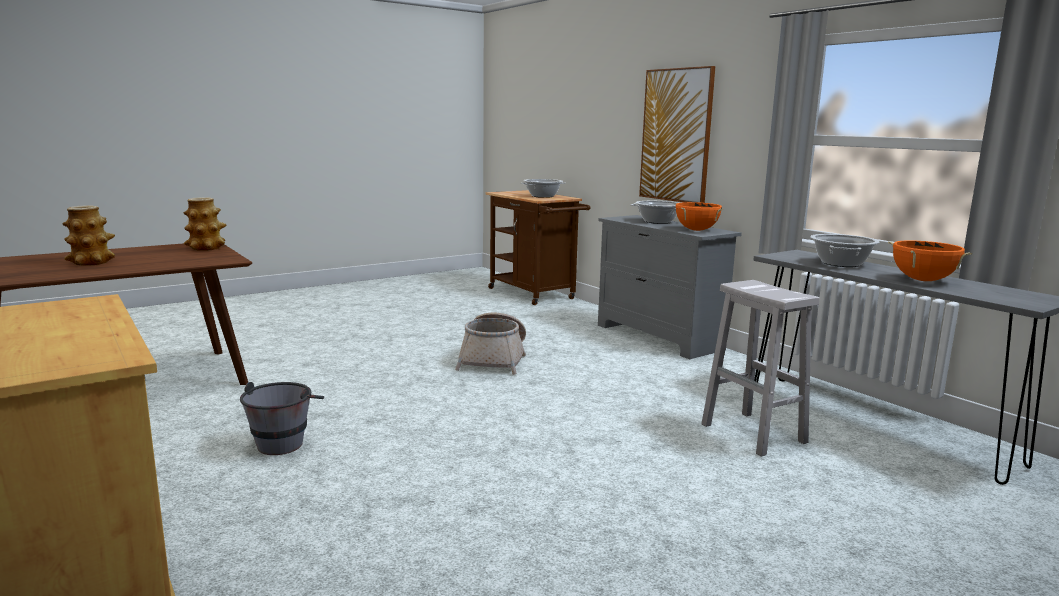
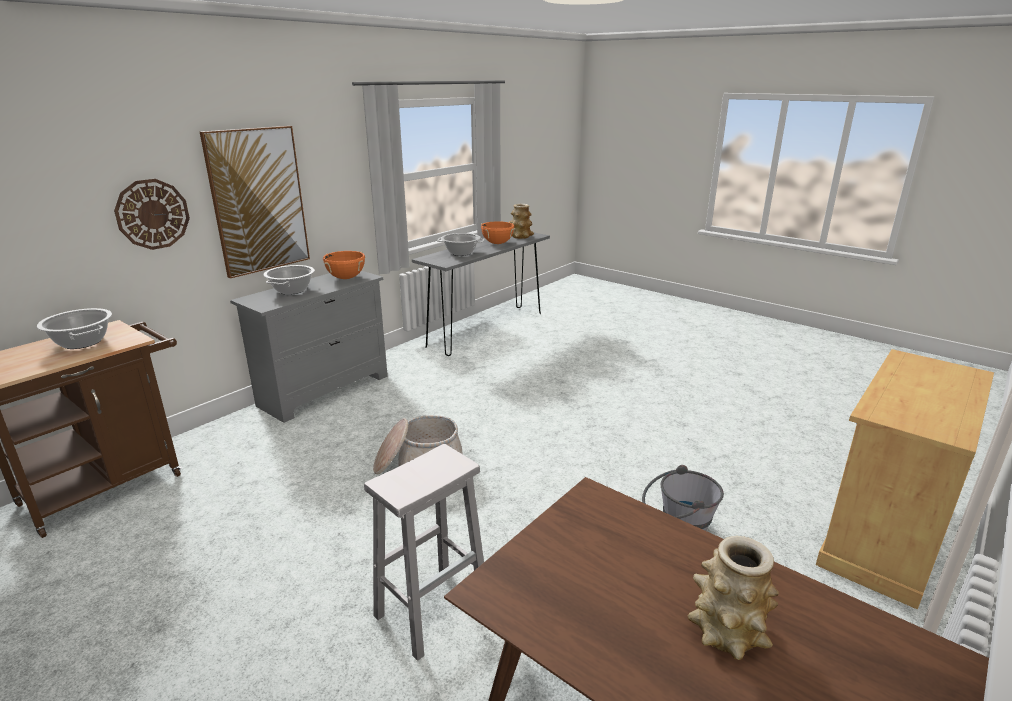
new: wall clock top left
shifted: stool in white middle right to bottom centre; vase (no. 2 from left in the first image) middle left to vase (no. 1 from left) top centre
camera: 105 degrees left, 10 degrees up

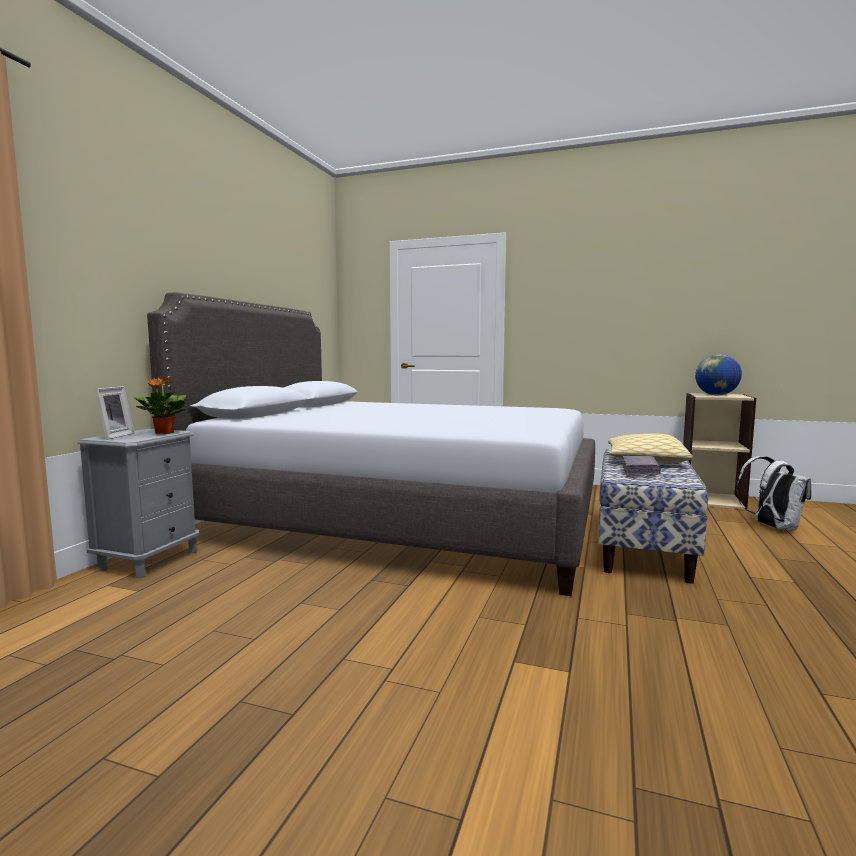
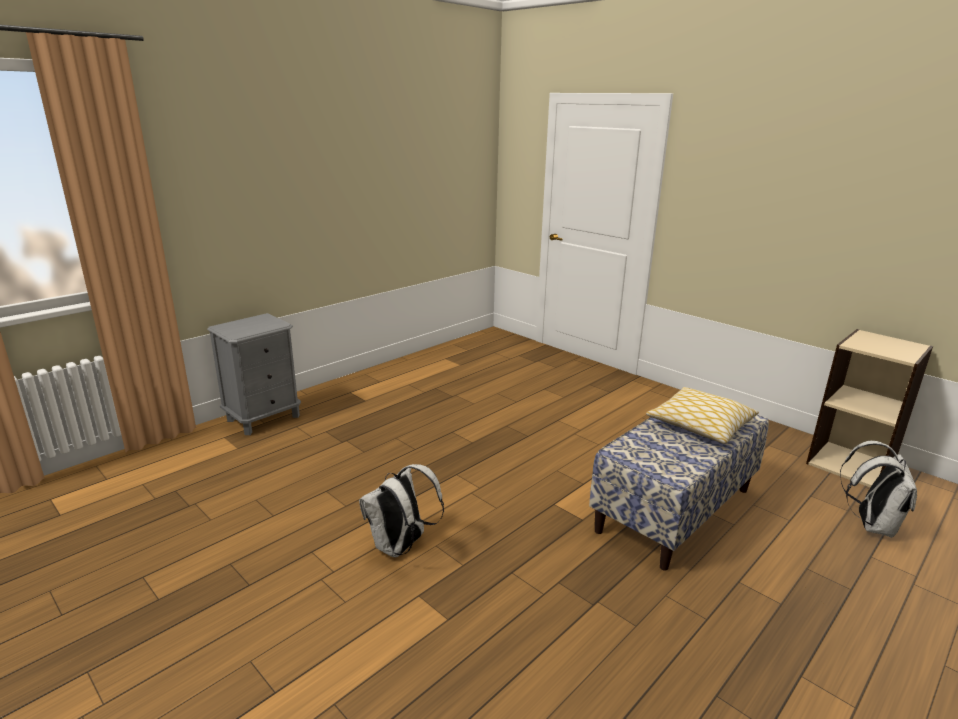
gone: picture frame middle left; potted plant middle left; bed in grey centre; book in grey middle right; globe middle right
new: backpack in white (no. 1 from left) bottom centre
camera: 25 degrees right, 15 degrees up

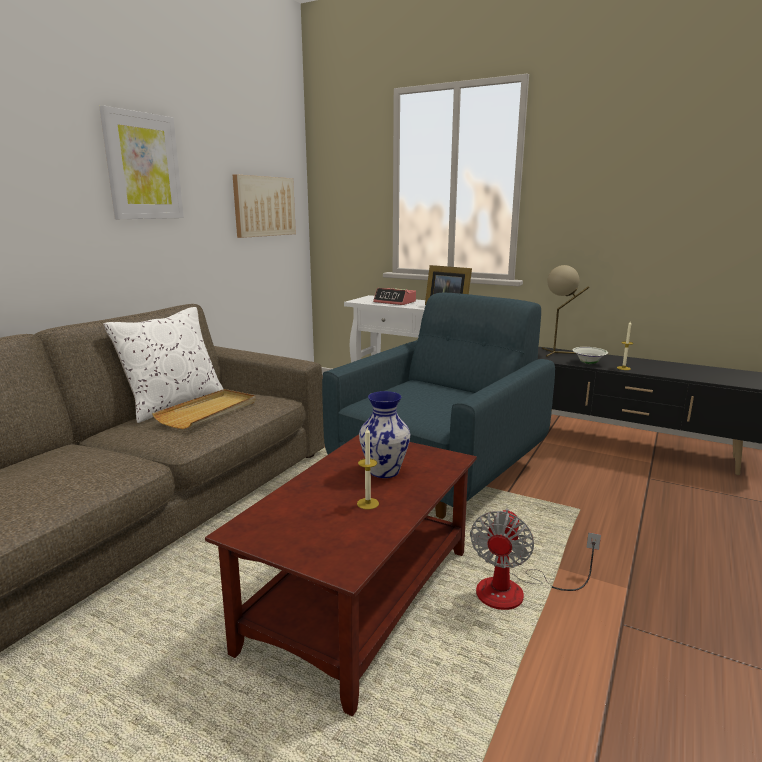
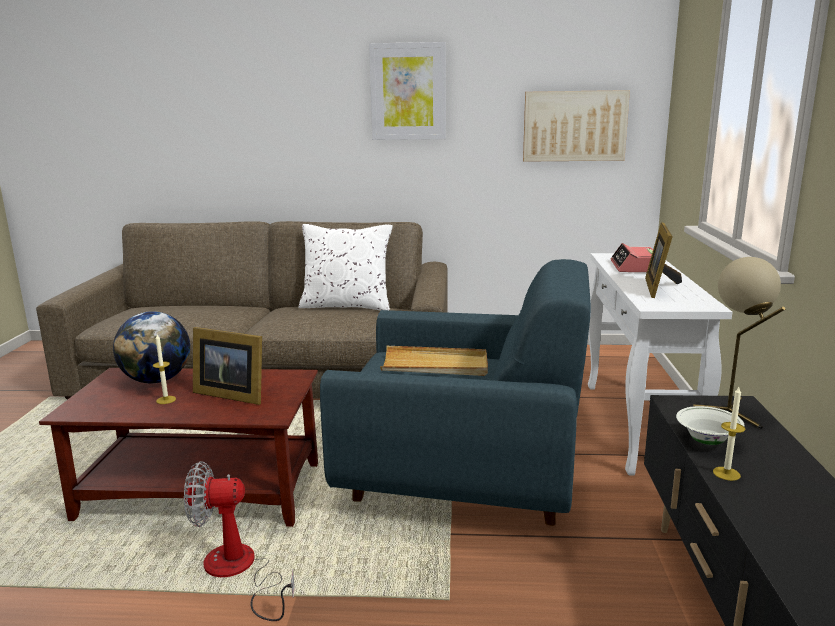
new: globe middle left
shifted: tray in beige middle left to centre
swapped: vase centre to picture frame (no. 1 from left) middle left
camera: 65 degrees right, 0 degrees up

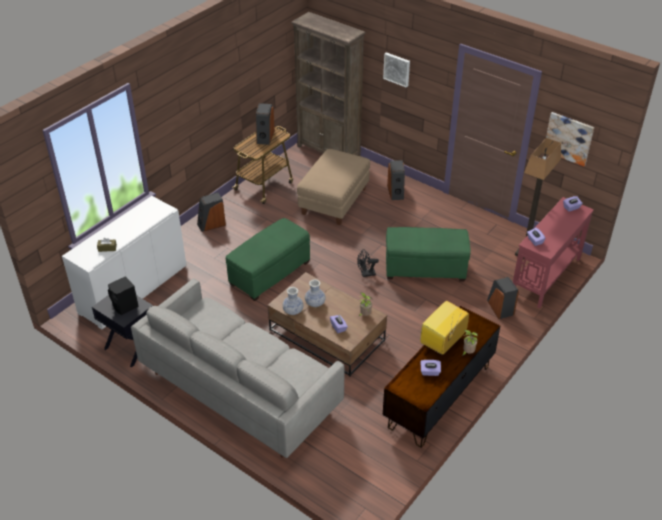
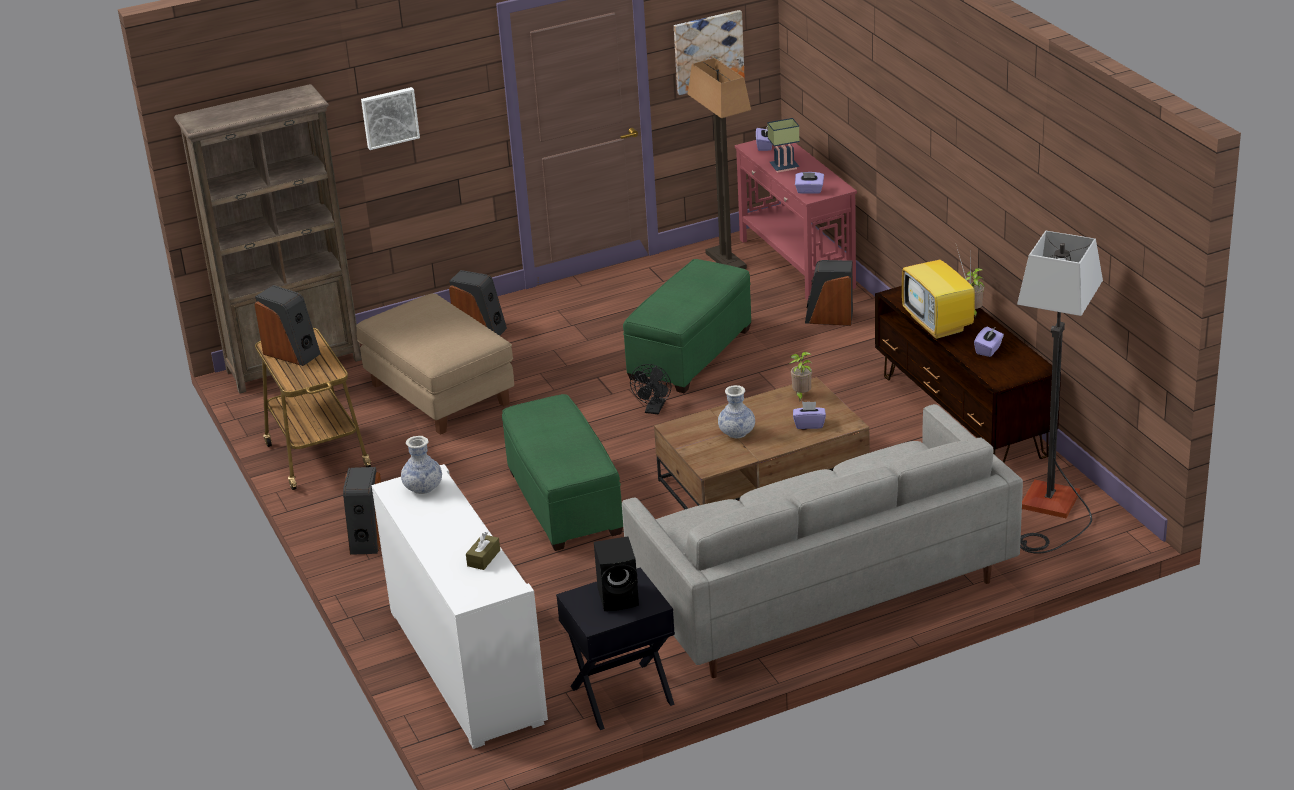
new: table lamp top centre; floor lamp (no. 2 from left) middle right
shifted: vase (no. 1 from left) centre to middle left
camera: 60 degrees left, 10 degrees down

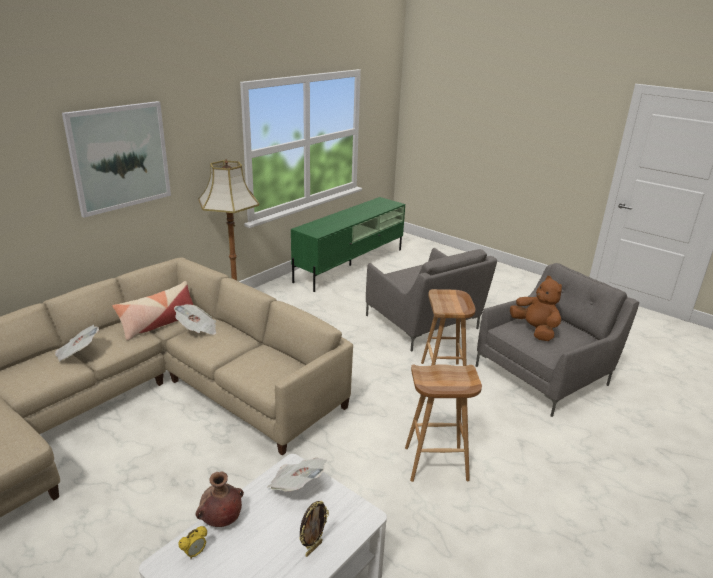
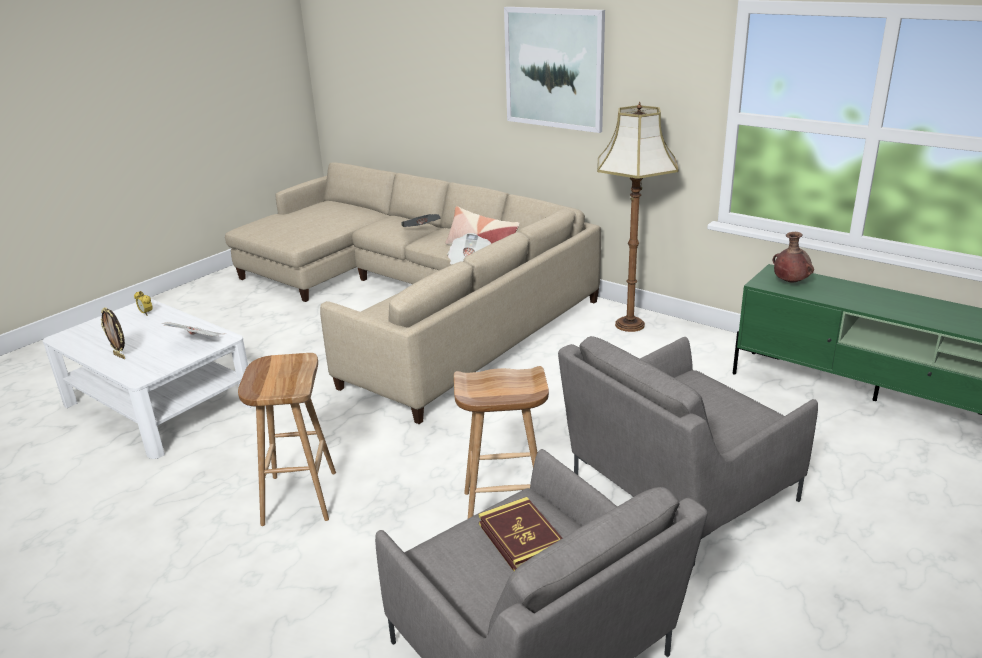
shifted: vase in brown bottom left to middle right
swapped: plush toy in brown middle right to book bottom centre
camera: 90 degrees right, 0 degrees up

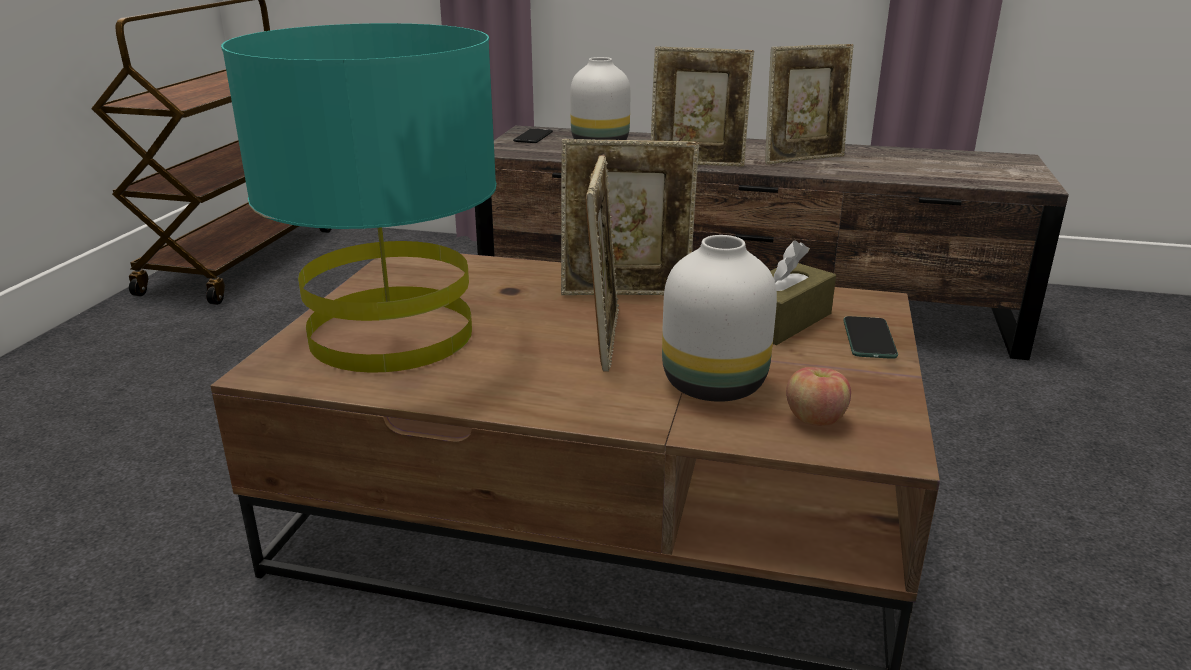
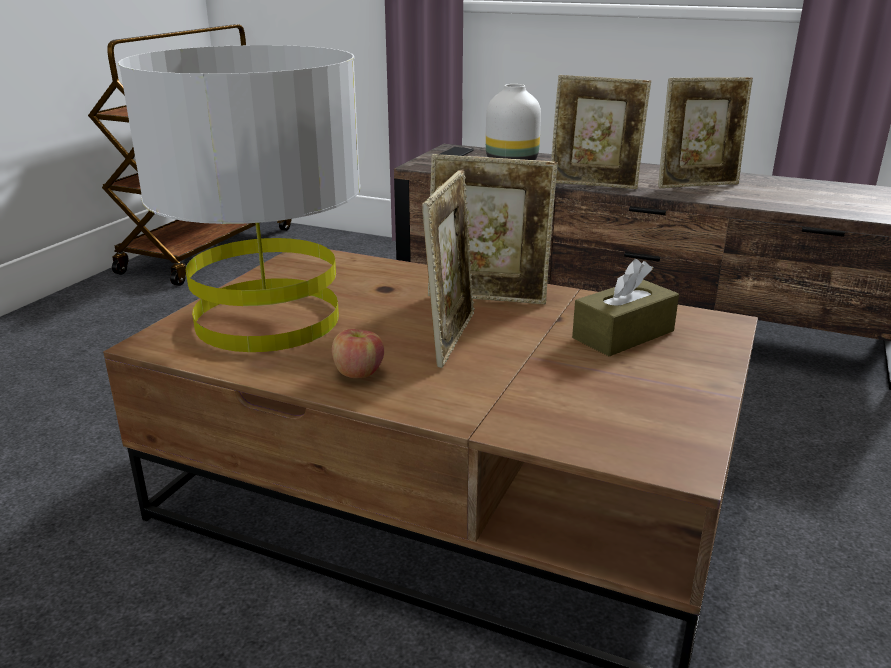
gone: vase in white (no. 2 from left) centre; phone (no. 2 from left) middle right
shifted: apple middle right to centre
repainted: table lamp in turquoise top left to table lamp in grey top left
camera: 10 degrees right, 0 degrees up

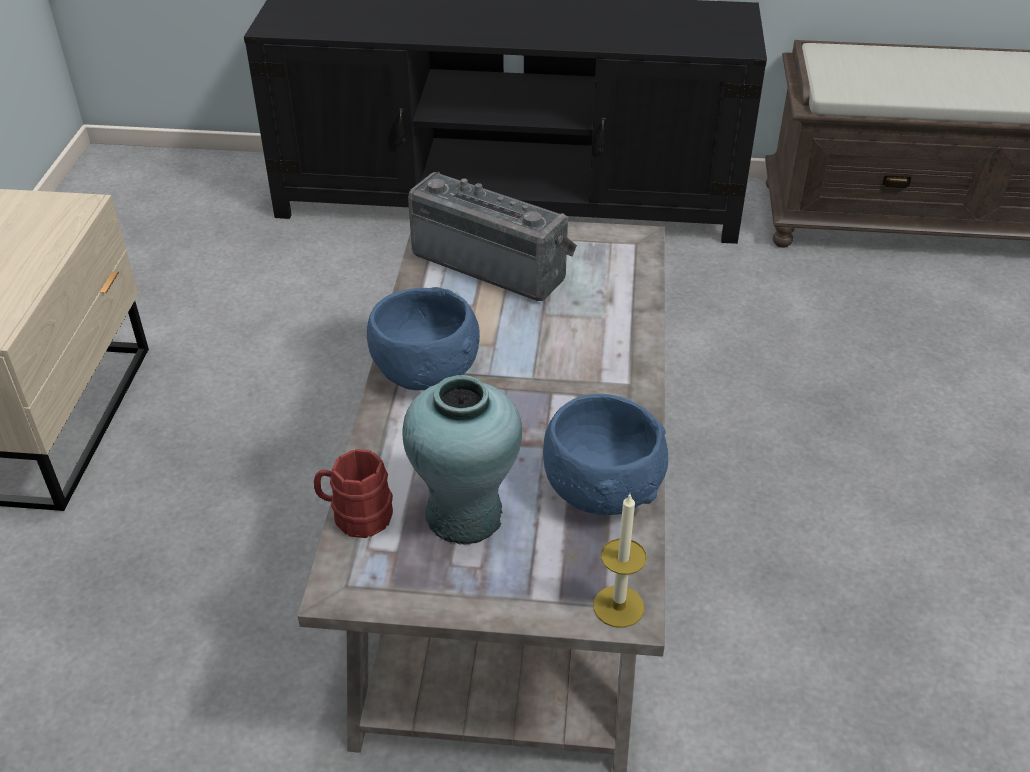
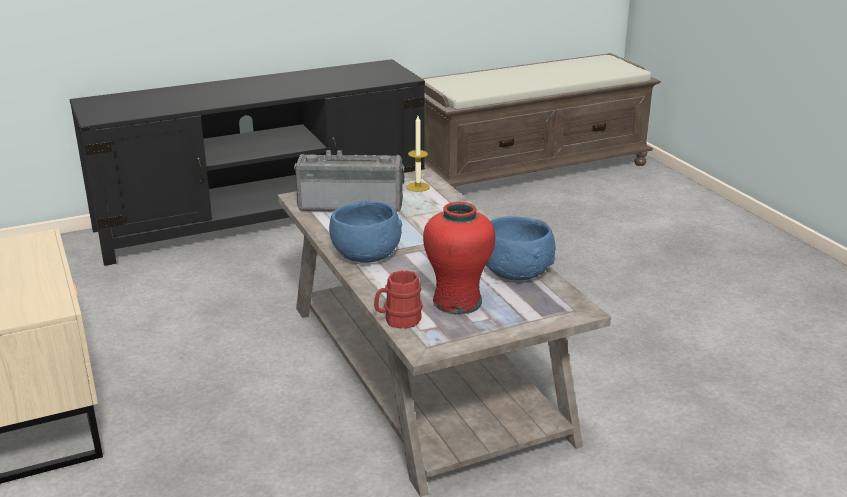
shifted: candle bottom centre to top centre
repainted: vase in turquoise centre to vase in red centre
camera: 30 degrees left, 15 degrees down

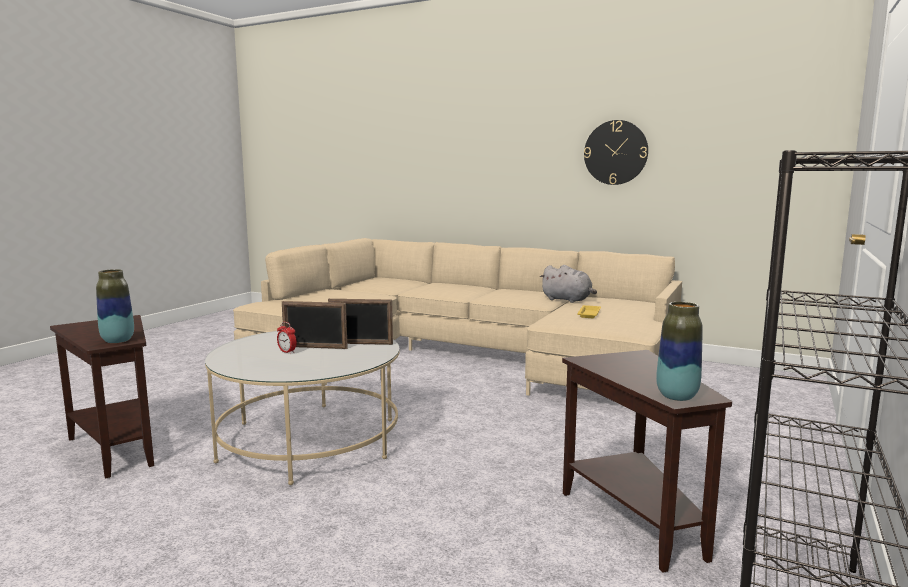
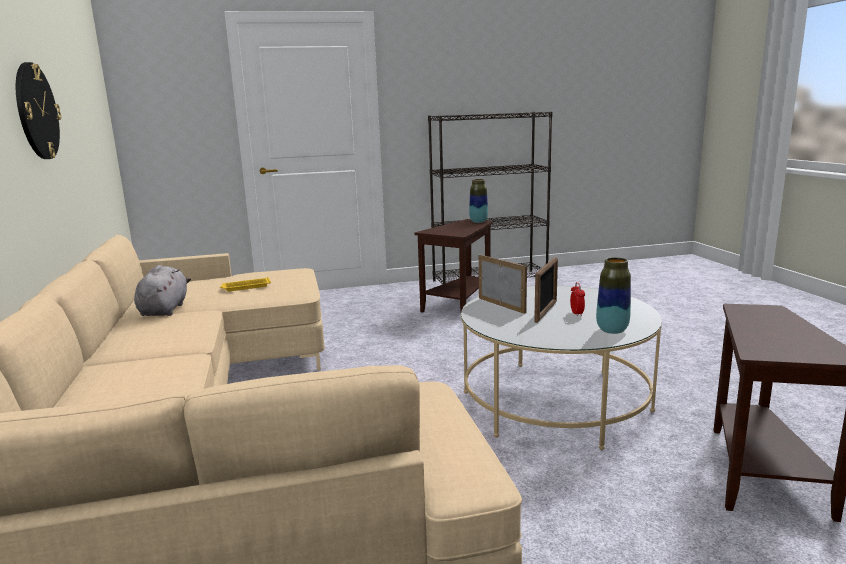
shifted: vase (no. 1 from left in the first image) middle left to vase (no. 2 from left) middle right
rotated: picture frame (no. 1 from left in the first image) centre = centre 60 degrees clockwise
camera: 130 degrees left, 5 degrees up

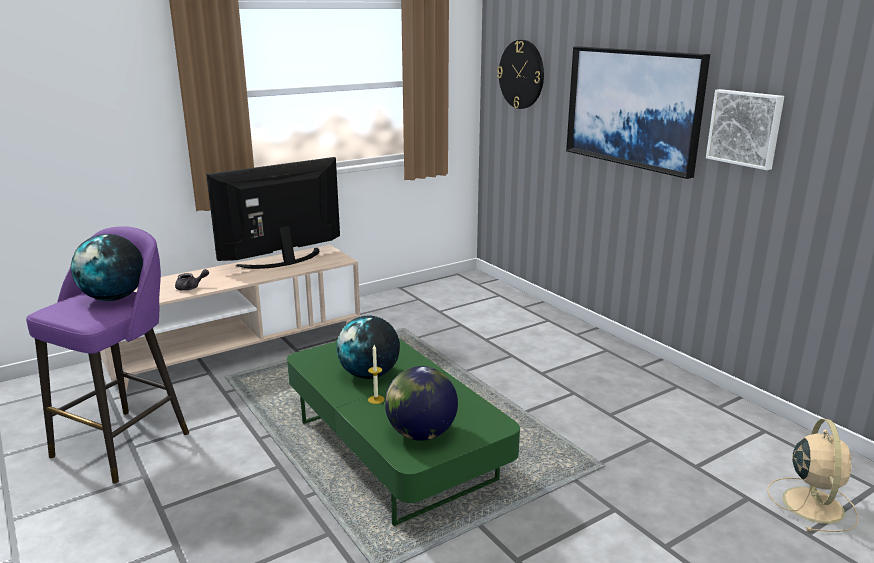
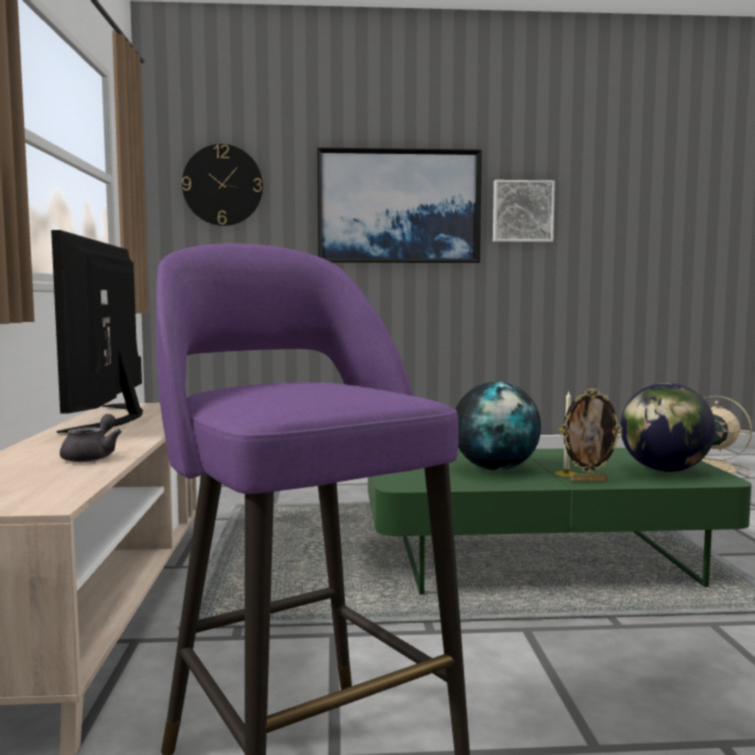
gone: globe (no. 1 from left) middle left
new: picture frame middle right
camera: 60 degrees left, 15 degrees down

